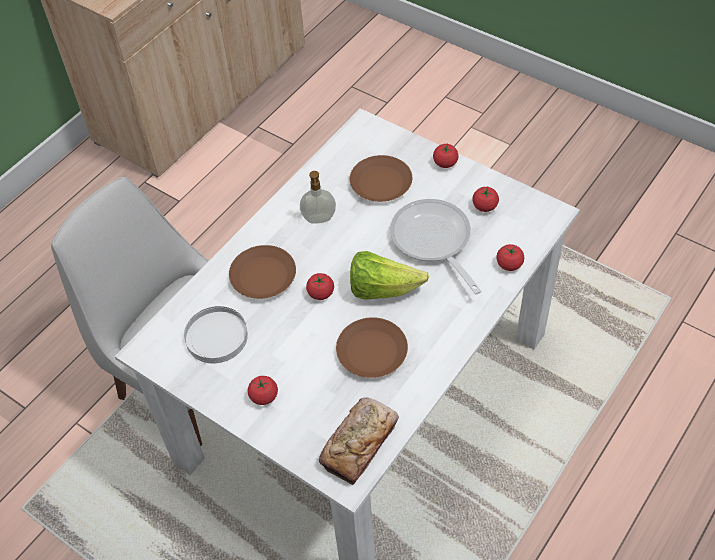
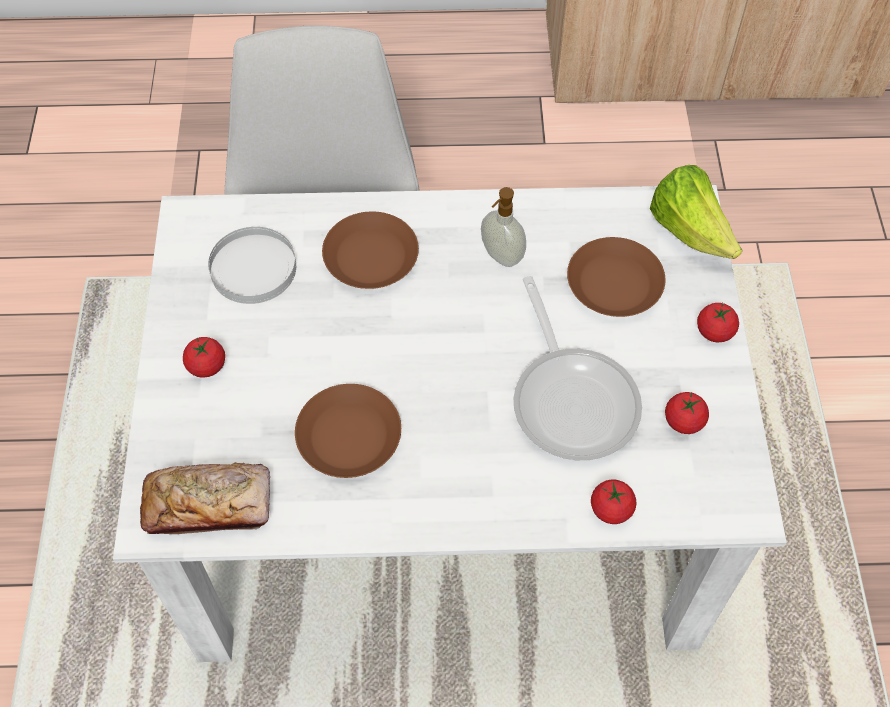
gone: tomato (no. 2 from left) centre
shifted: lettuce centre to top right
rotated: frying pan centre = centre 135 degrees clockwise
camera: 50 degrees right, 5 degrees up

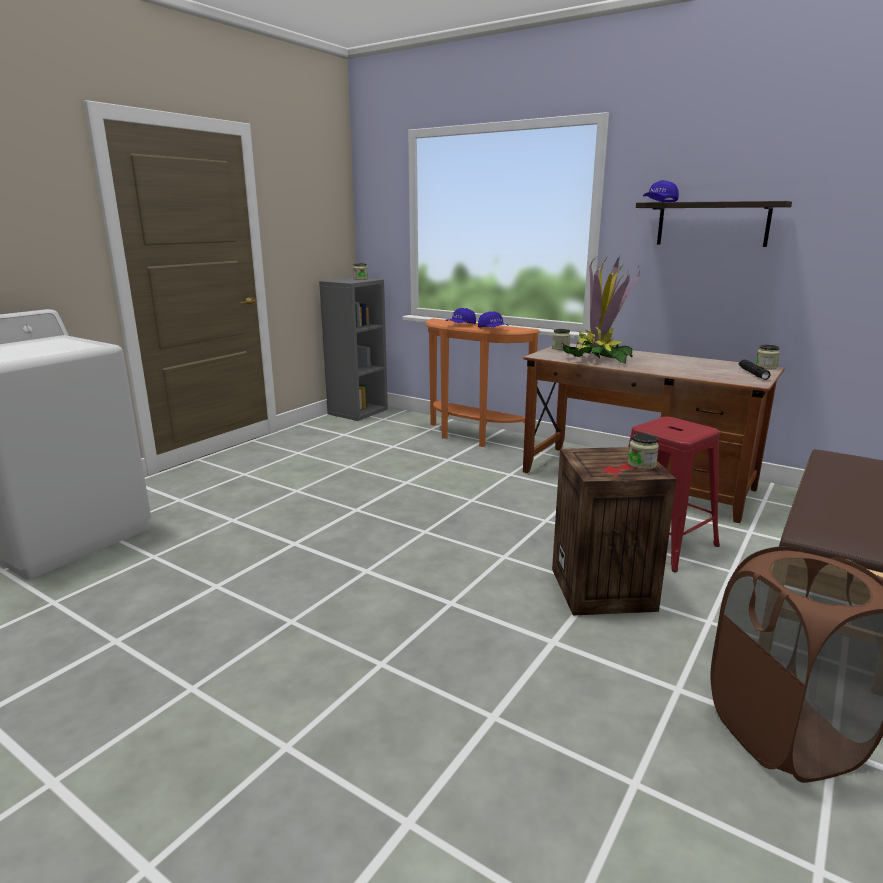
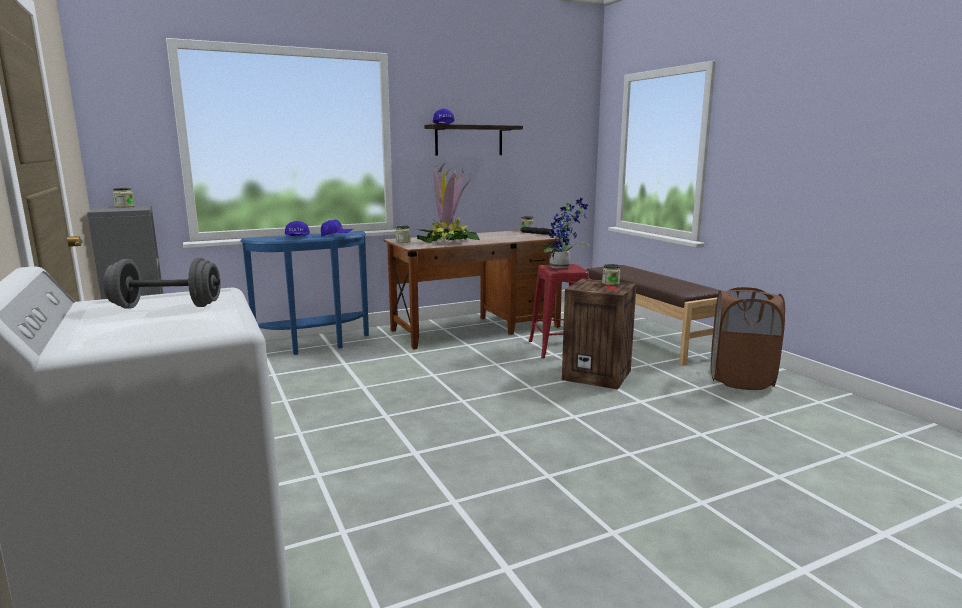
new: dumbbell in grey middle left; potted plant (no. 2 from left) centre
repainted: console table in orange centre to console table in blue middle left
camera: 60 degrees left, 5 degrees down

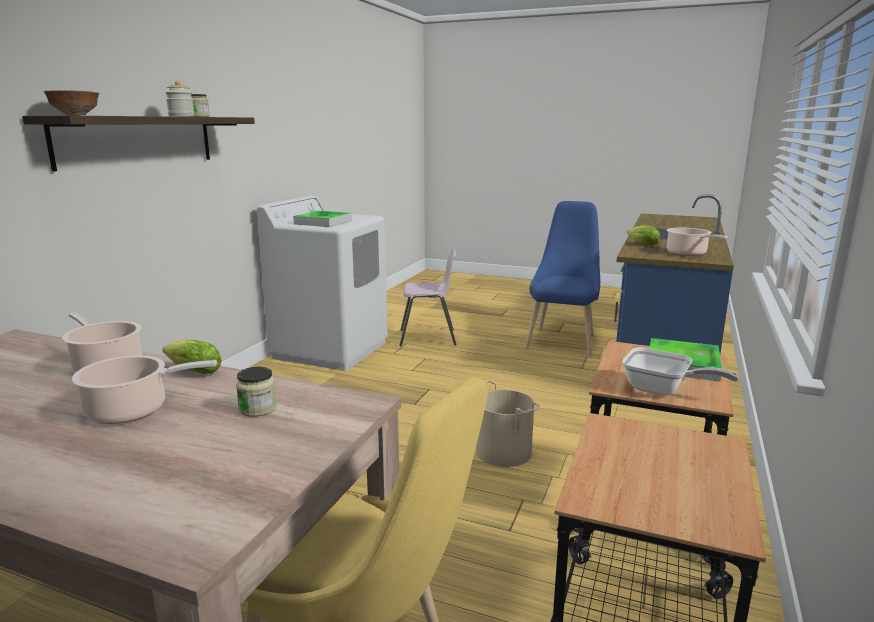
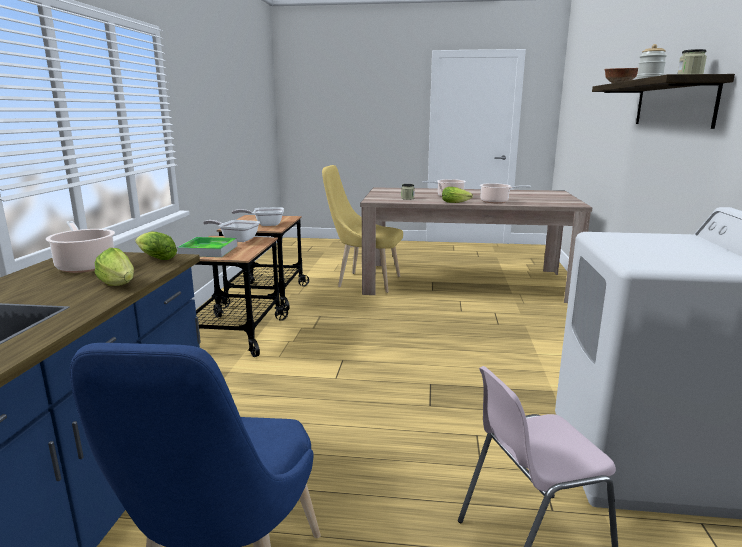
gone: tray (no. 1 from left) centre; bucket in beige bottom centre
new: lettuce (no. 2 from left) middle left; frying pan (no. 2 from left) centre
camera: 165 degrees right, 0 degrees up

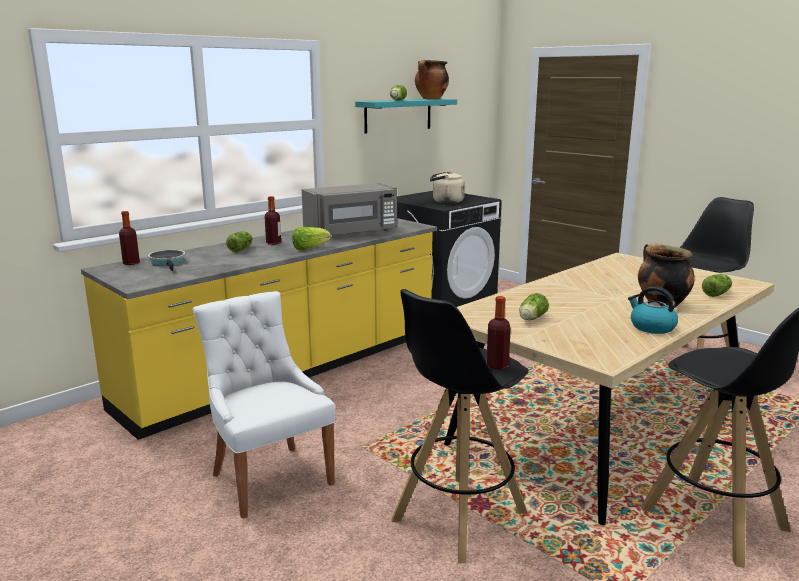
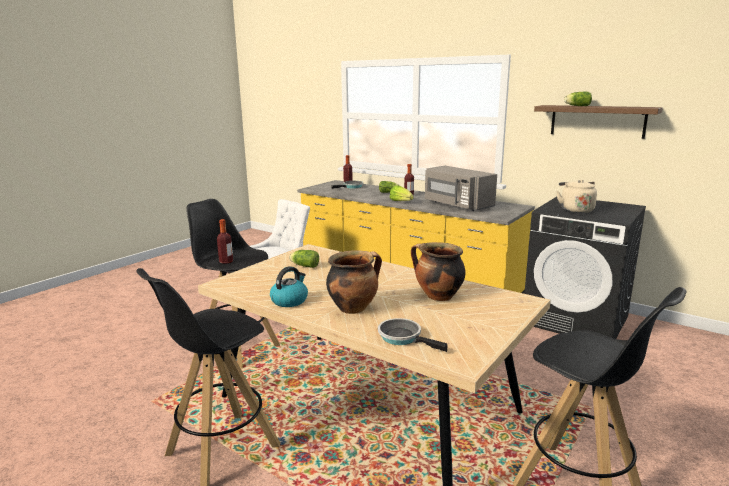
shifted: cooking pot (no. 1 from left in the first image) top centre to cooking pot (no. 2 from left) centre
swapped: lettuce (no. 5 from left) middle right to frying pan (no. 2 from left) bottom centre
repainted: shelf in turquoise top centre to shelf in brown top right
camera: 80 degrees right, 0 degrees up

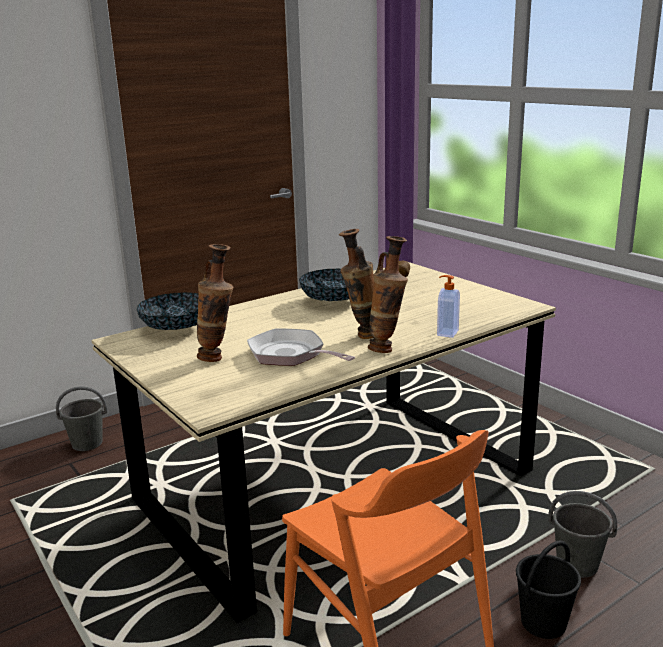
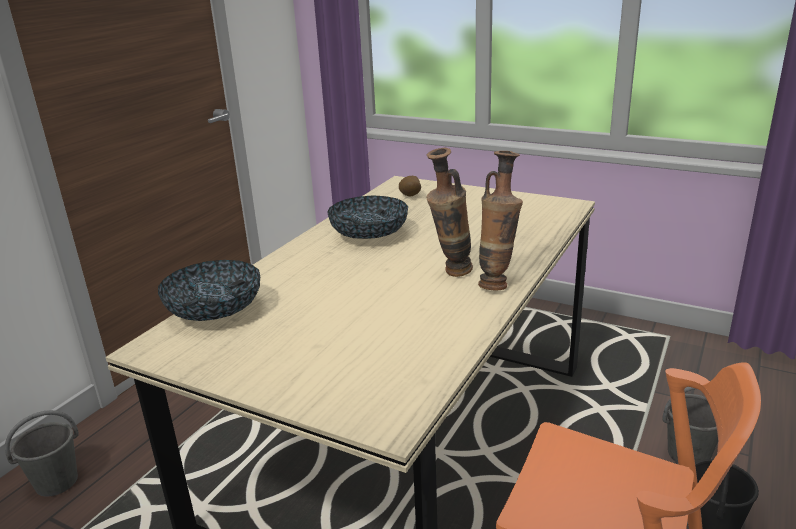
gone: vase (no. 1 from left) middle left; frying pan centre; soap dispenser middle right
camera: 25 degrees left, 5 degrees up

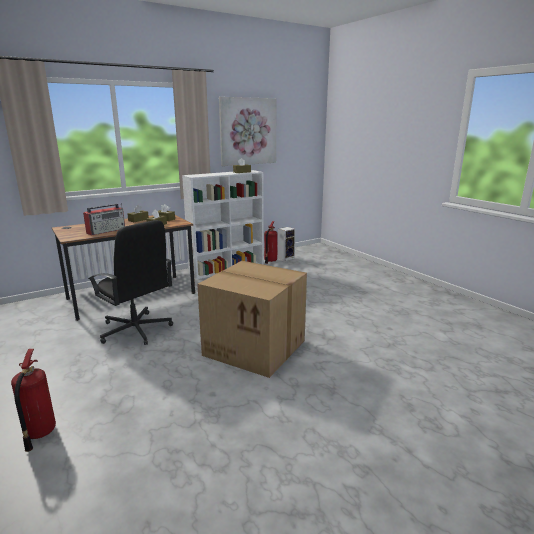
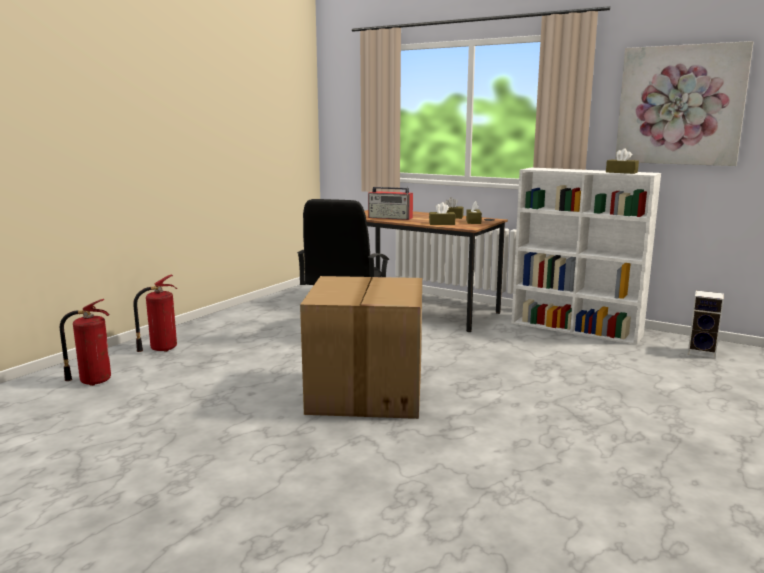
shifted: fire extinguisher (no. 2 from left in the first image) centre to fire extinguisher (no. 1 from left) middle left
camera: 65 degrees right, 5 degrees down

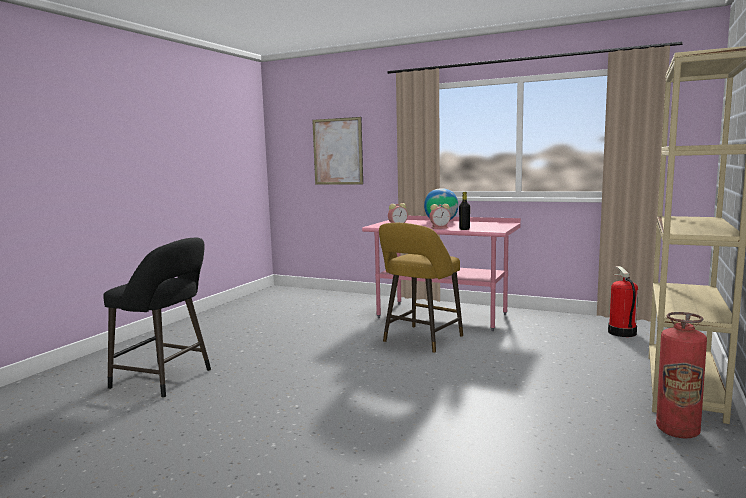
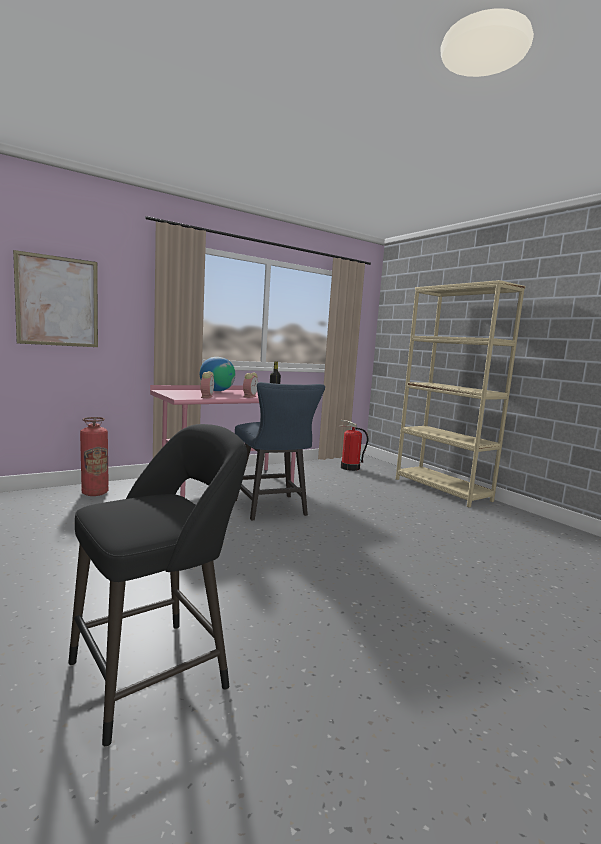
shifted: fire extinguisher (no. 2 from left in the first image) bottom right to fire extinguisher (no. 1 from left) middle left
swapped: stool in yellow centre to chair in blue centre
camera: 60 degrees left, 0 degrees up

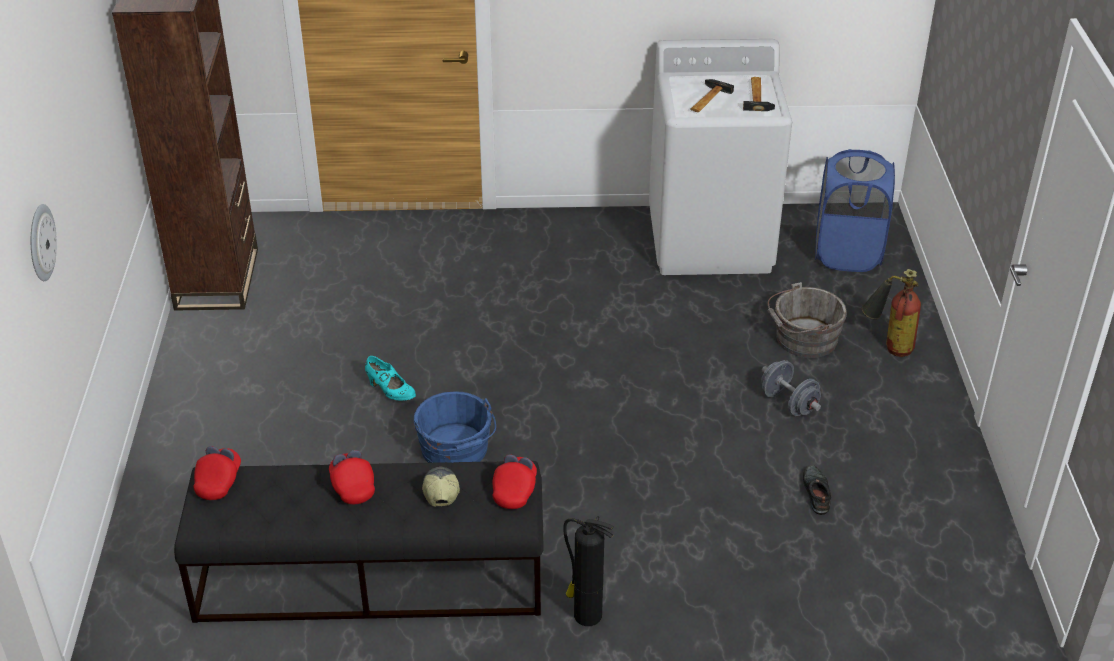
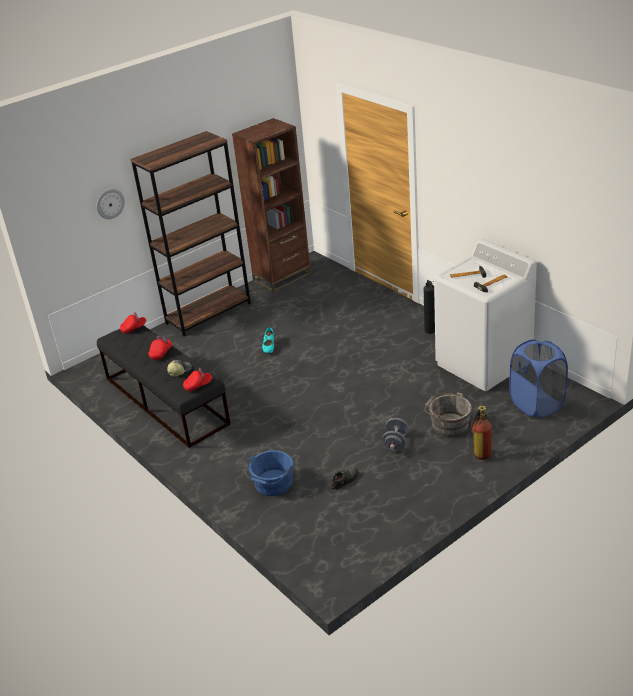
new: bookcase in brown (no. 1 from left) middle left
shifted: bucket in blue centre to bottom centre; fire extinguisher (no. 1 from left) bottom centre to middle right
camera: 55 degrees right, 5 degrees down

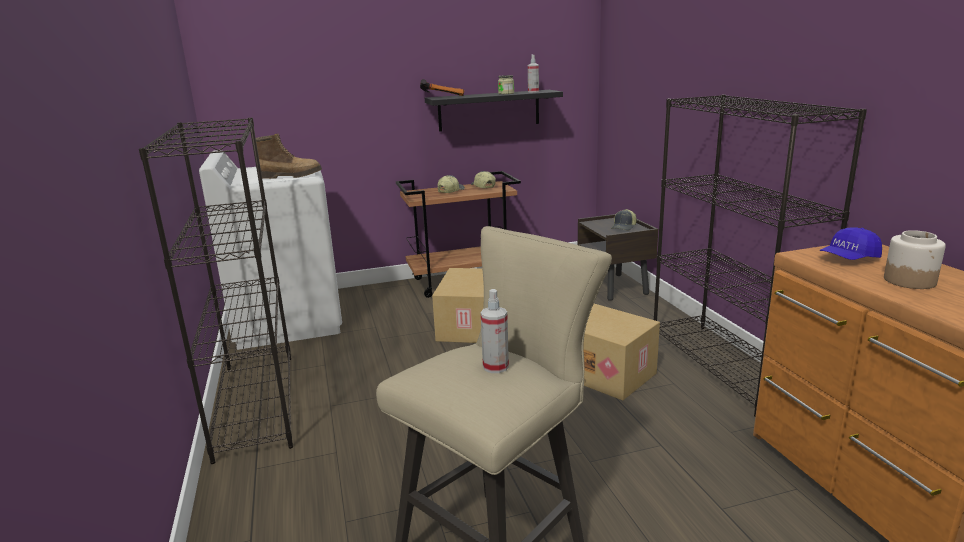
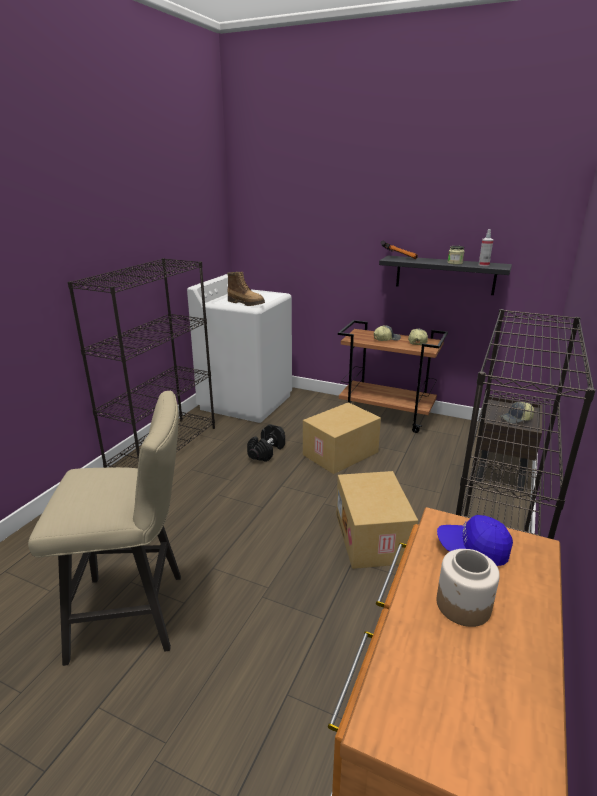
gone: spray bottle (no. 1 from left) centre
new: dumbbell in black centre
camera: 40 degrees right, 5 degrees up

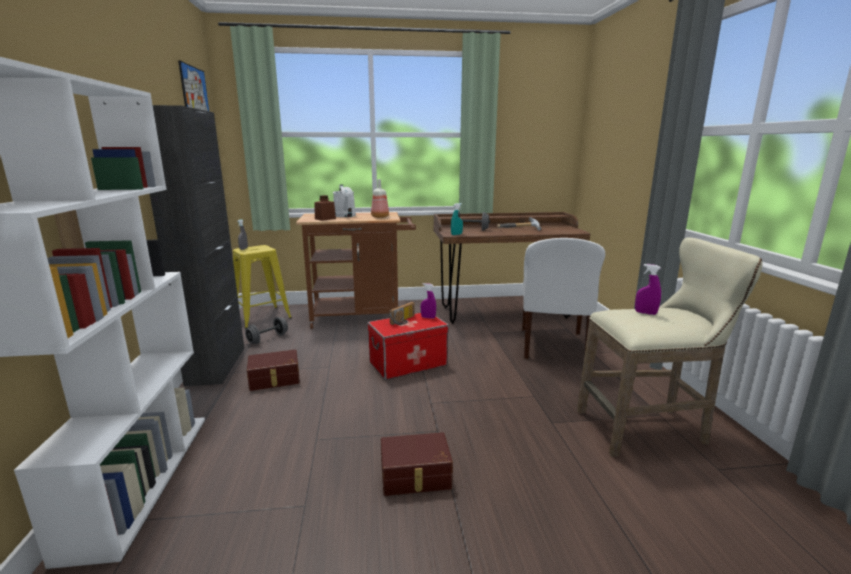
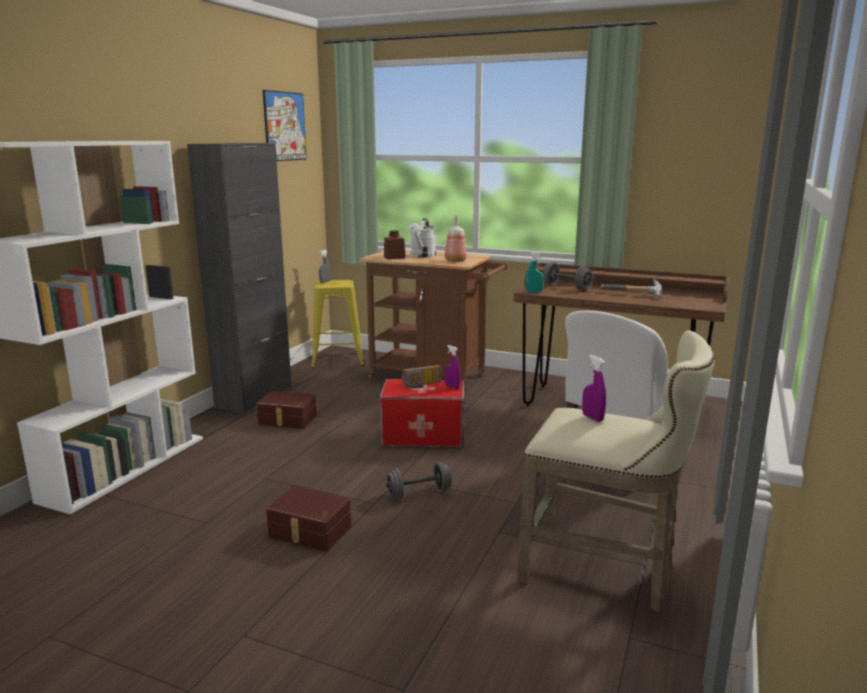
shifted: dumbbell in grey (no. 1 from left) middle left to bottom centre
camera: 30 degrees right, 0 degrees up

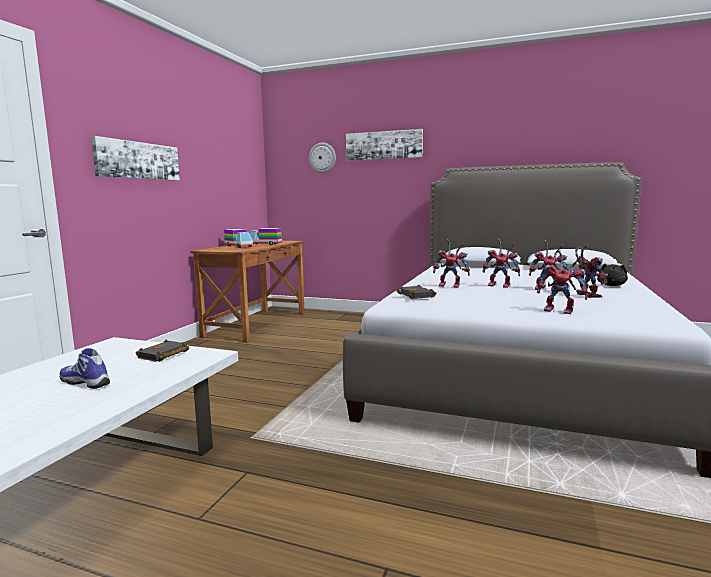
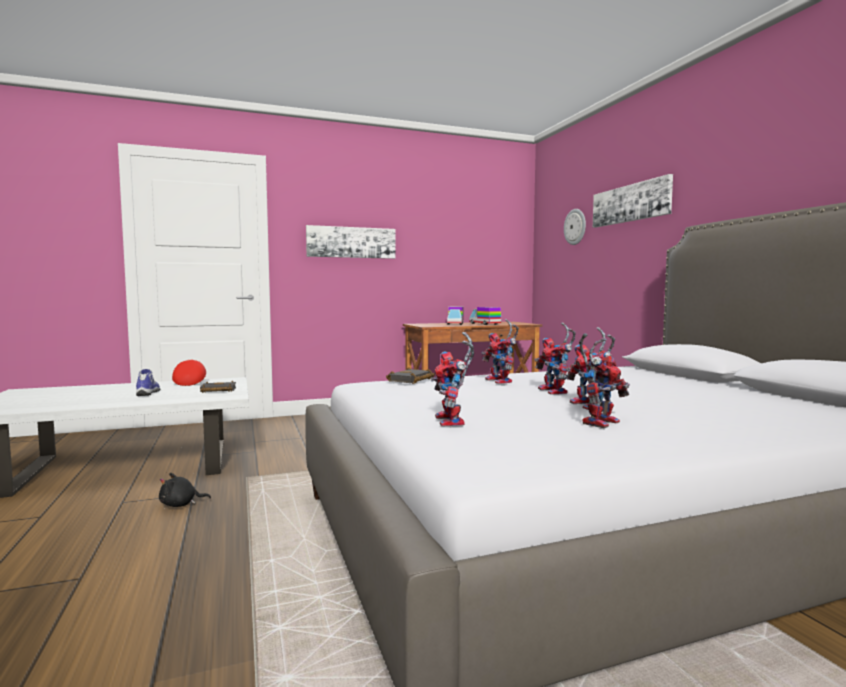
new: cap in red middle left
shifted: plush toy in black middle right to bottom left
camera: 50 degrees right, 5 degrees down

